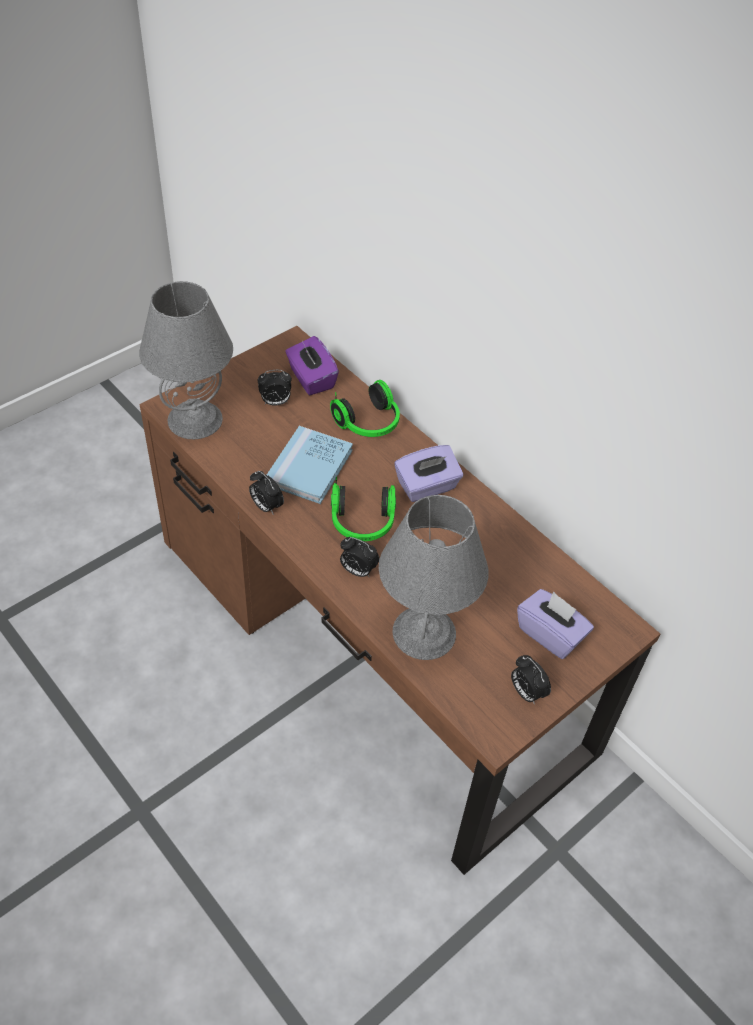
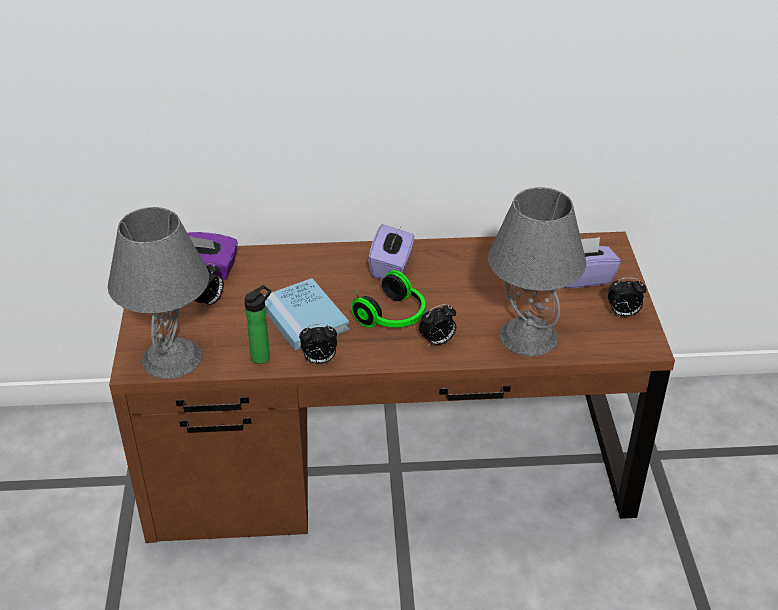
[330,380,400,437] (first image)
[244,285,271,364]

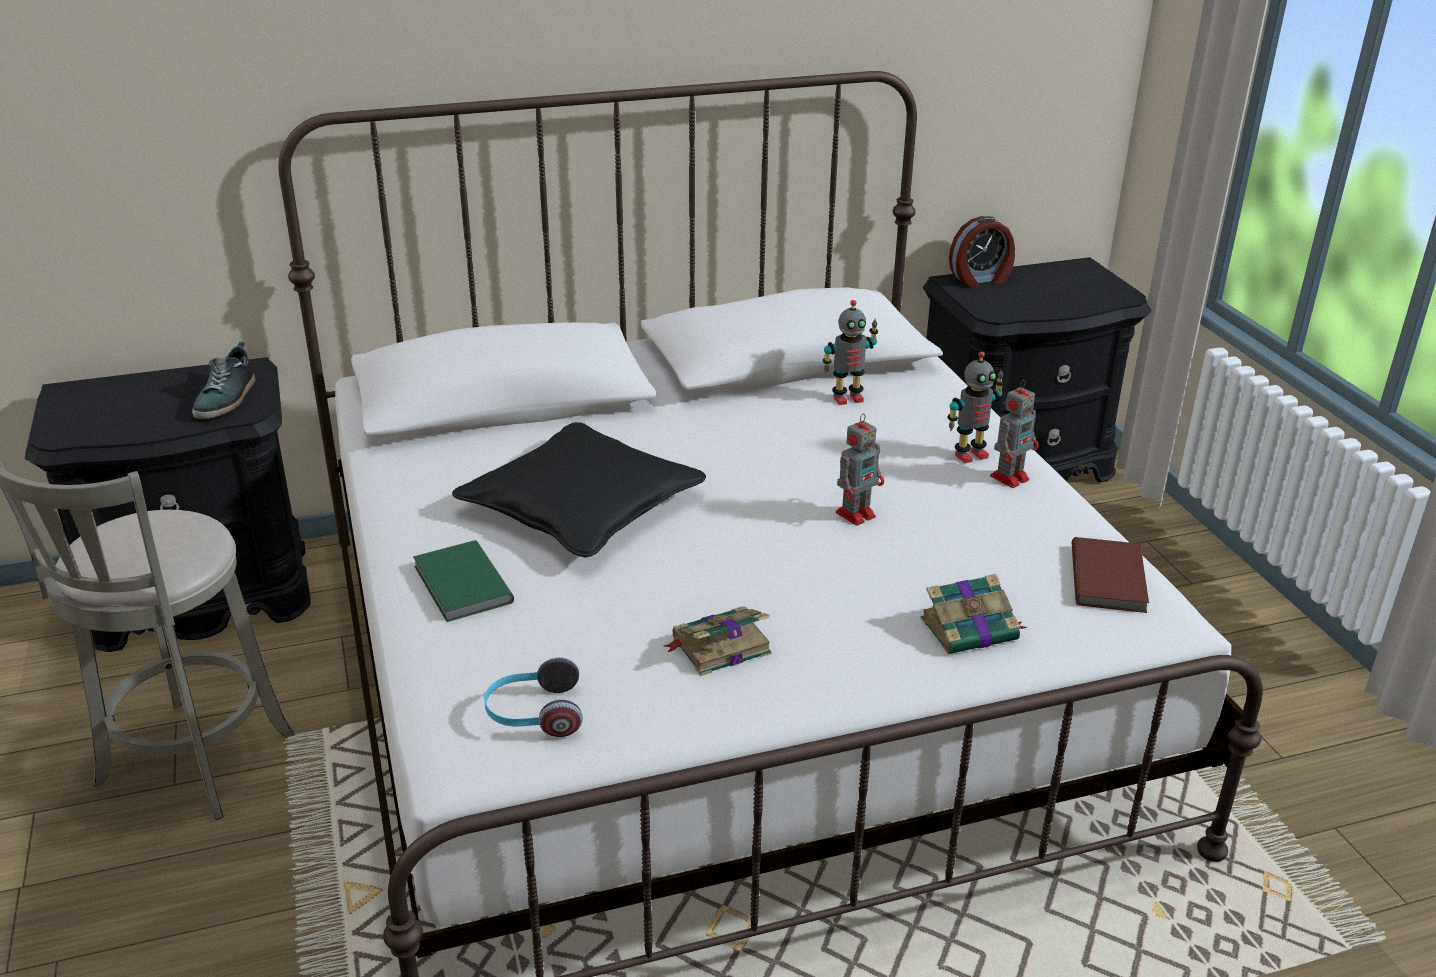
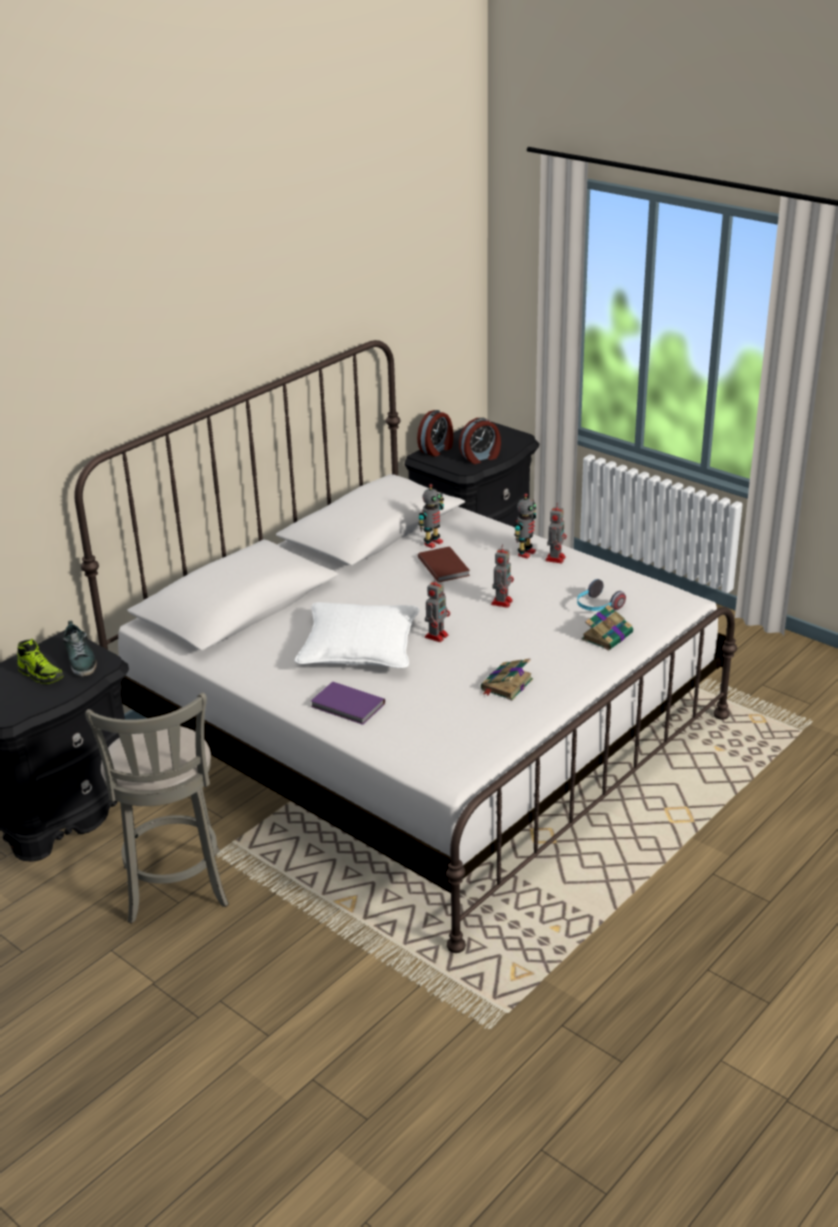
[311,682,385,725]
[295,602,419,668]
[577,579,626,611]
[418,546,470,582]
[17,639,64,684]
[425,578,450,642]
[459,418,501,464]

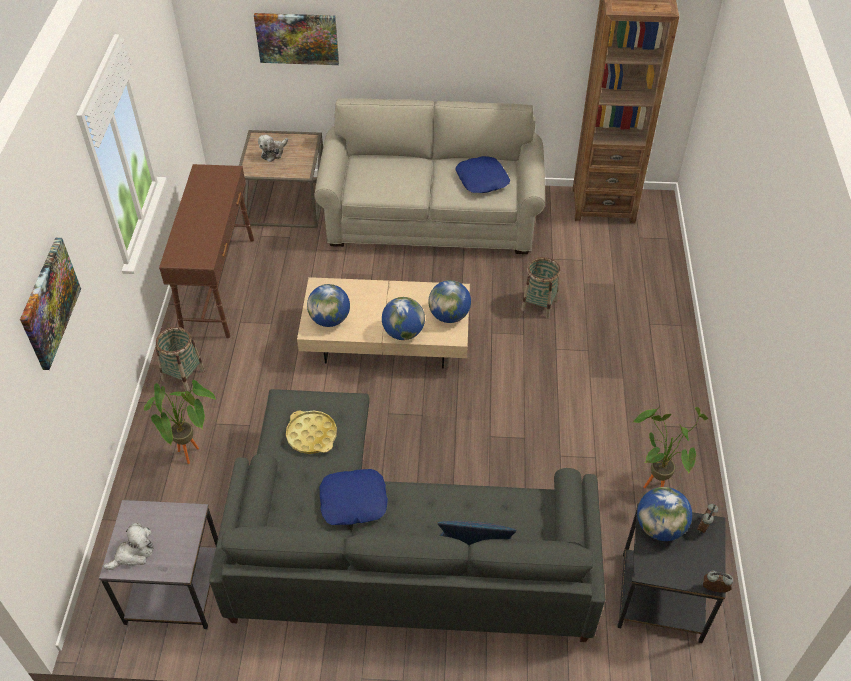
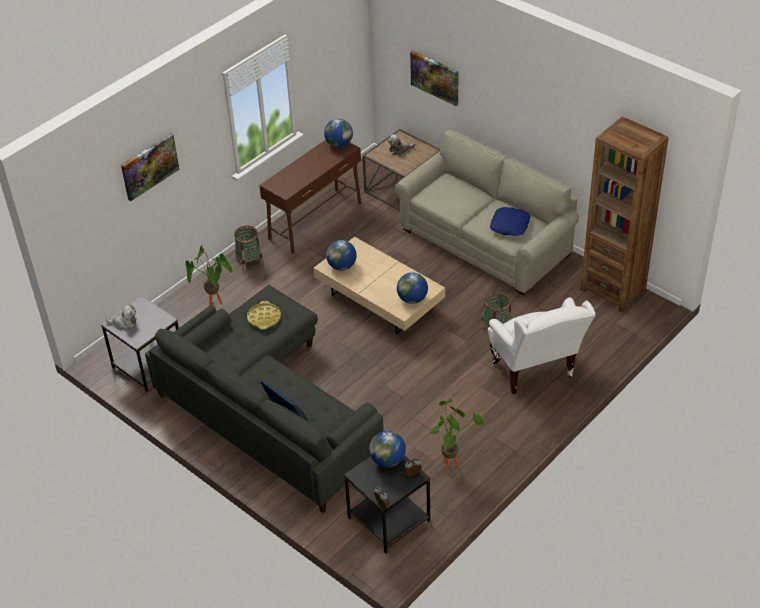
[319,469,388,525] (first image)
[324,119,353,148]
[488,297,595,394]

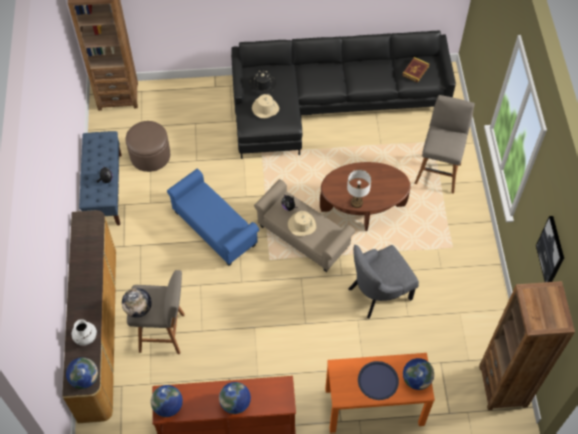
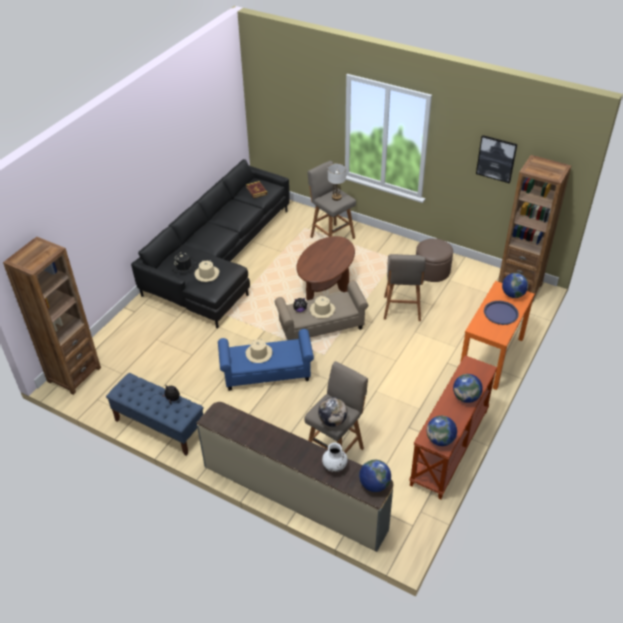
[197,402,393,552]
[416,238,453,282]
[328,163,346,201]
[384,254,425,321]
[246,339,272,363]

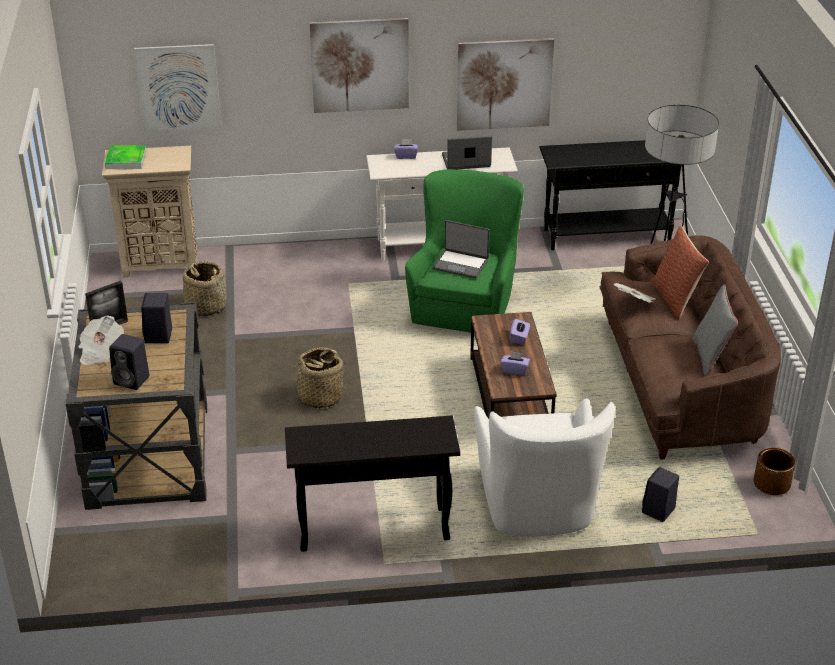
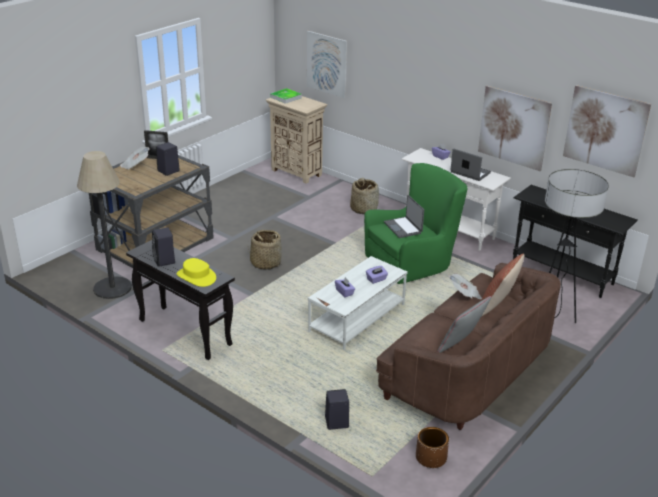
[152,228,175,267]
[350,178,379,215]
[563,85,651,177]
[308,256,408,350]
[474,398,615,537] (first image)
[77,151,132,299]
[177,258,216,287]

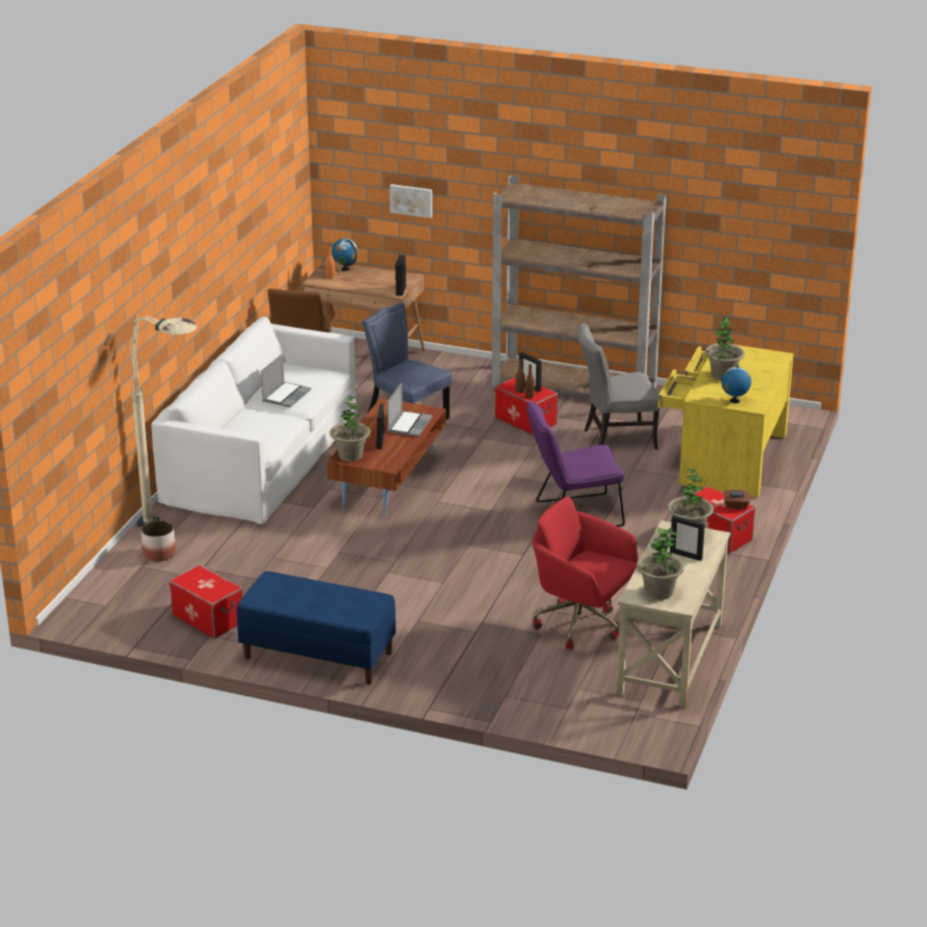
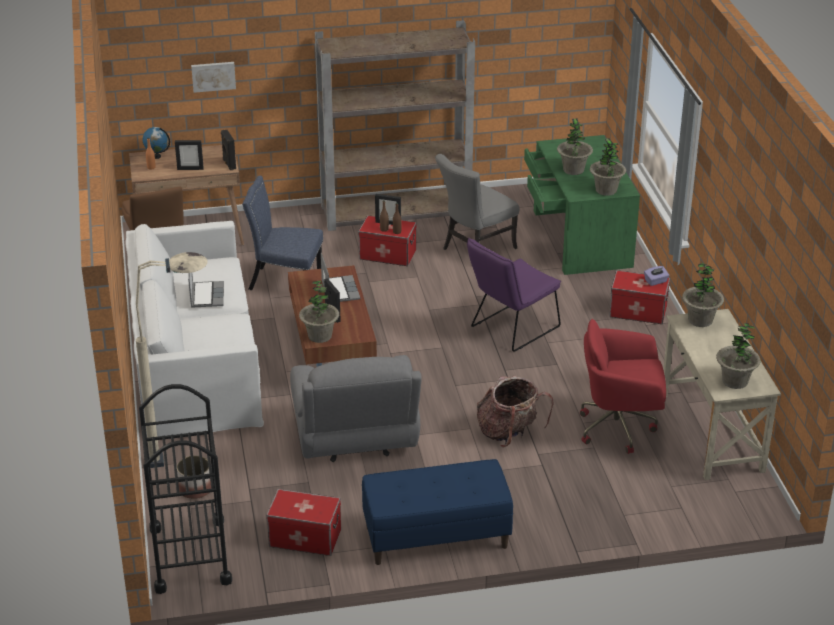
[524,135,640,275]
[175,140,204,170]
[590,138,626,196]
[644,266,669,286]
[139,384,232,594]
[290,355,422,462]
[477,376,553,447]

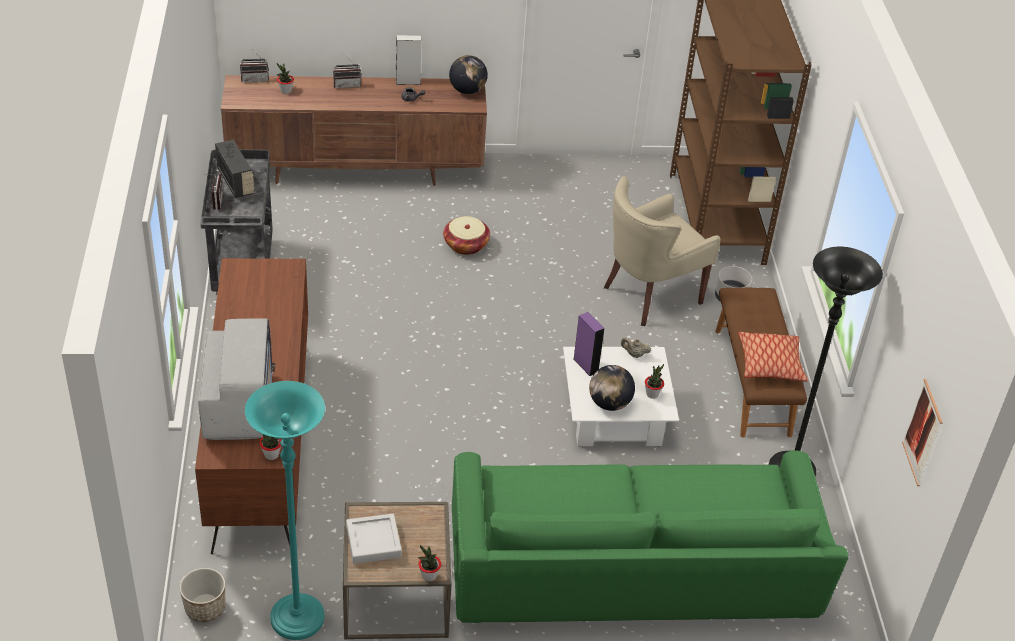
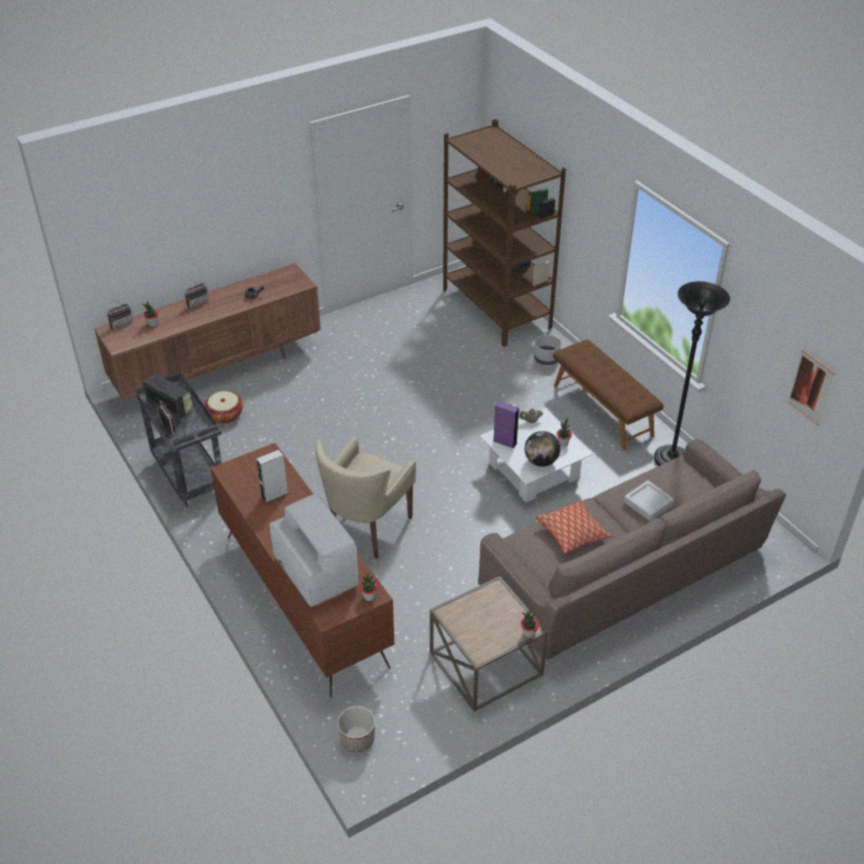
[245,381,325,640] (first image)
[624,480,674,521]
[256,450,289,503]
[204,391,243,423]
[449,55,488,94] (first image)
[478,439,786,659]
[316,437,416,559]
[536,500,612,555]

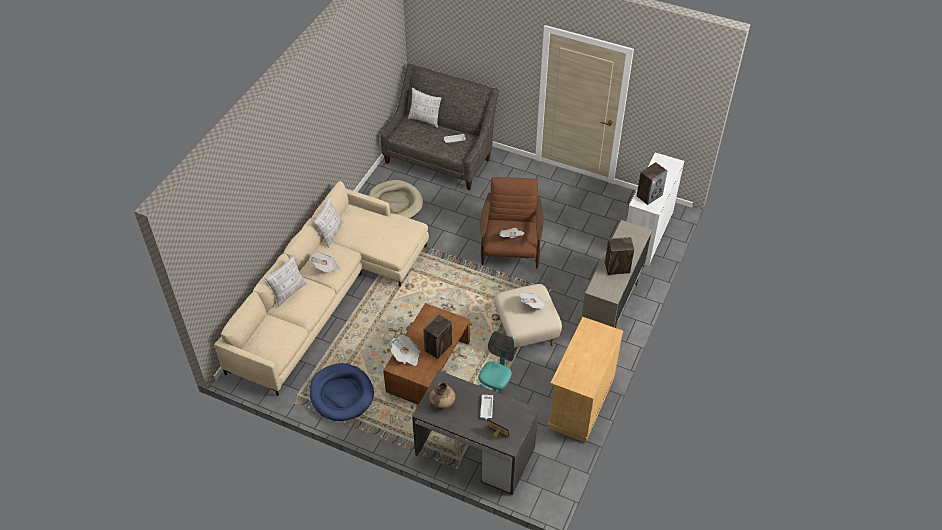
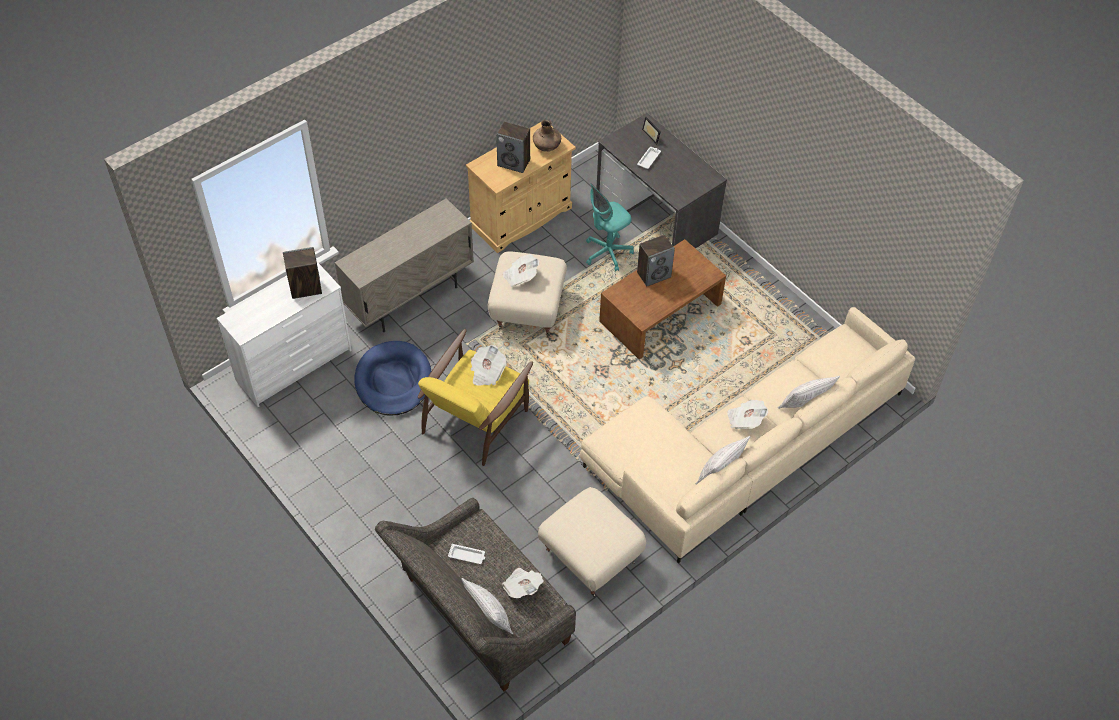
[354,341,431,416]
[538,487,646,597]
[502,568,544,598]
[533,119,561,152]
[418,329,533,466]
[496,121,530,173]

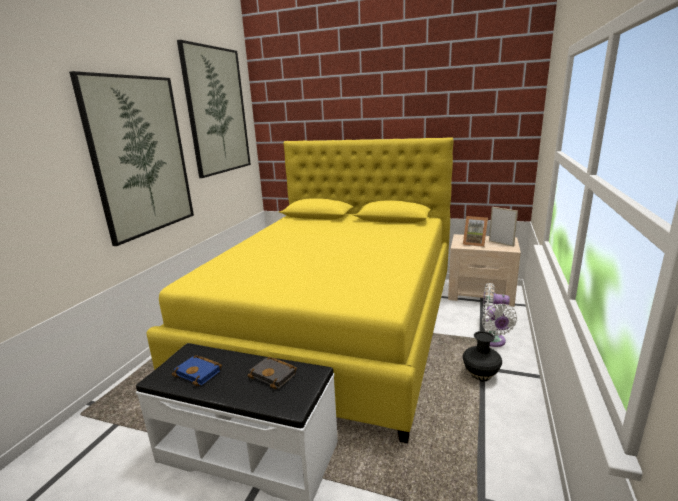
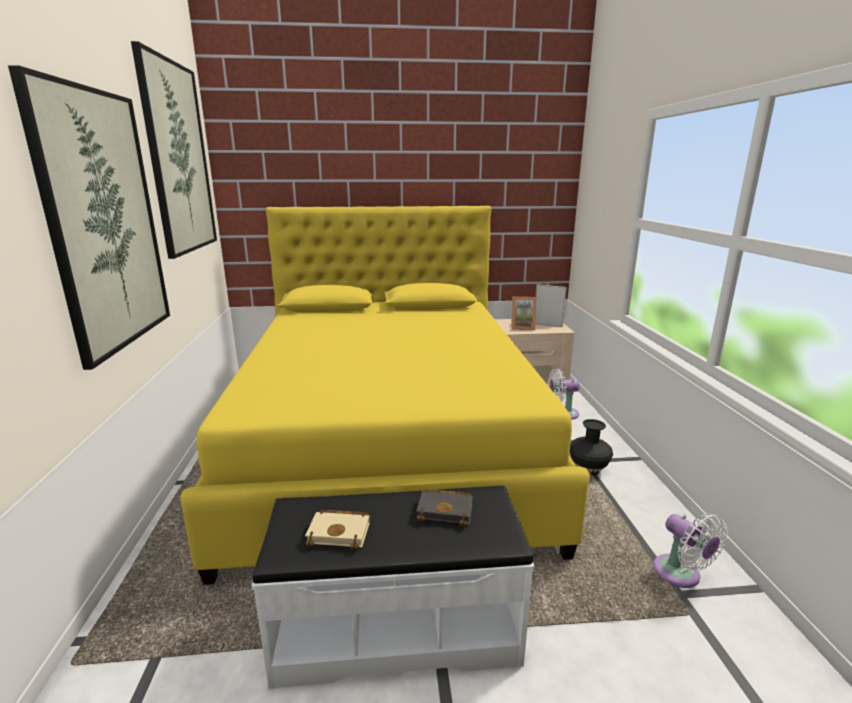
[305,510,370,549]
[653,514,728,588]

